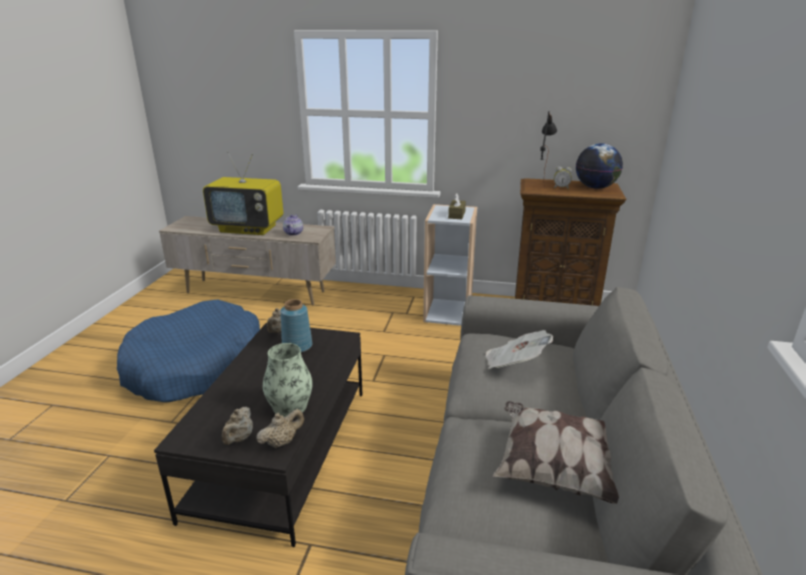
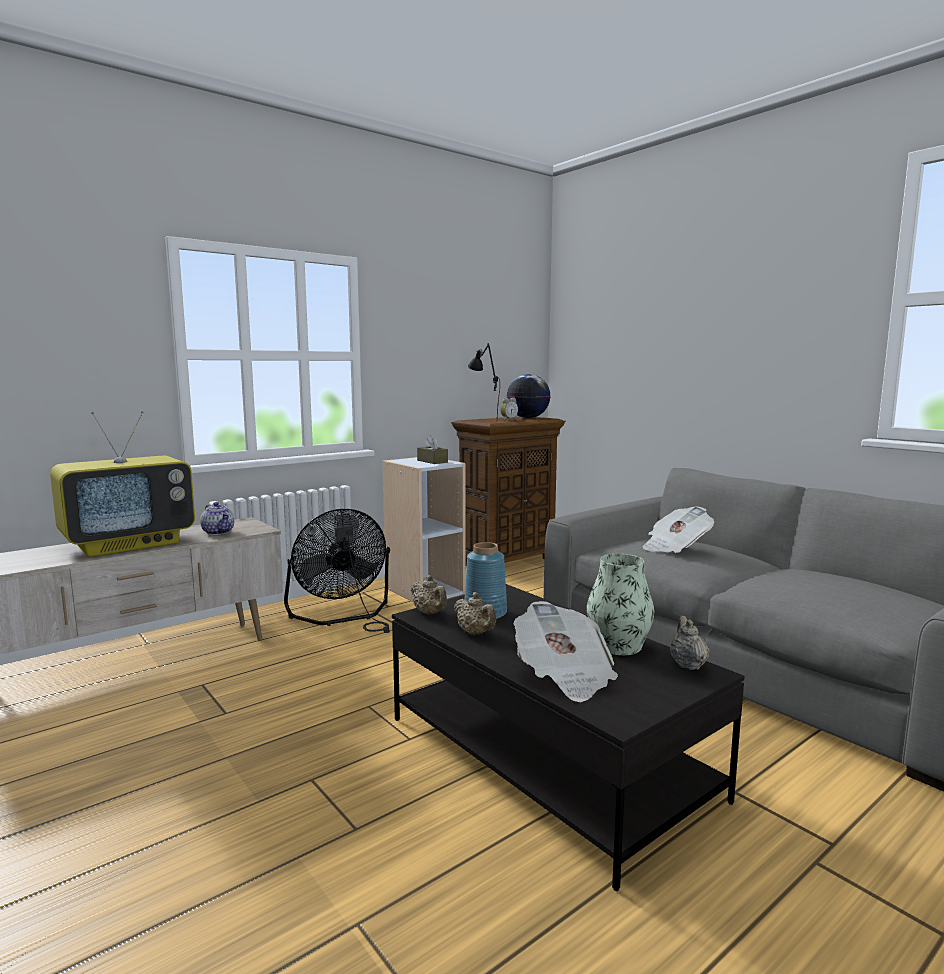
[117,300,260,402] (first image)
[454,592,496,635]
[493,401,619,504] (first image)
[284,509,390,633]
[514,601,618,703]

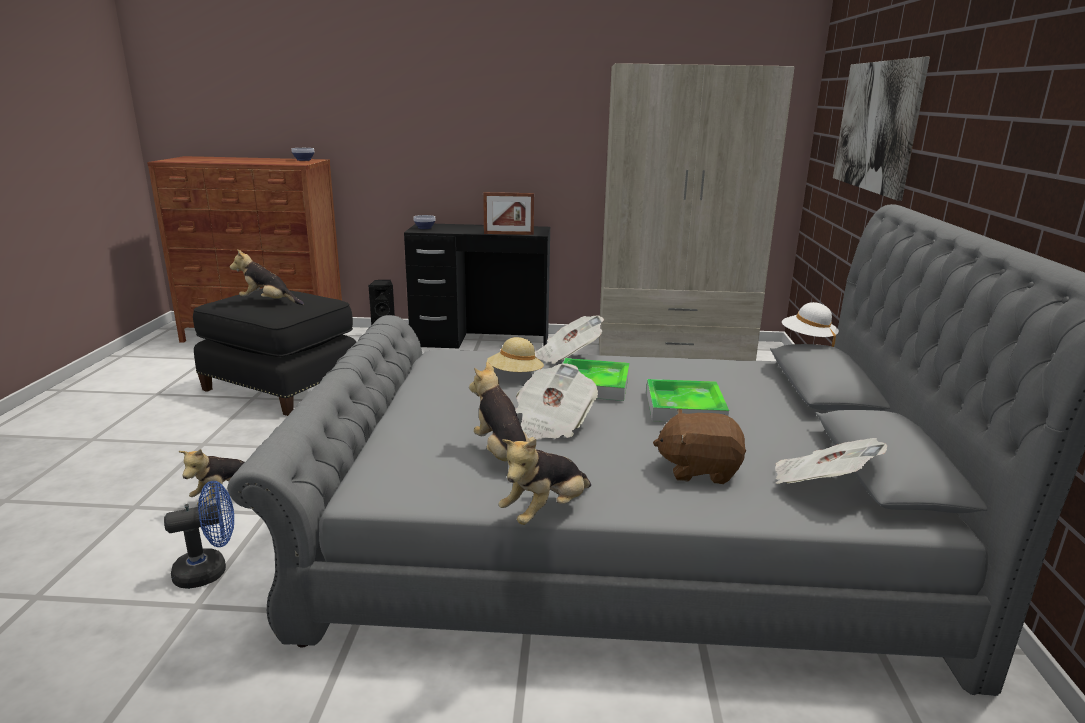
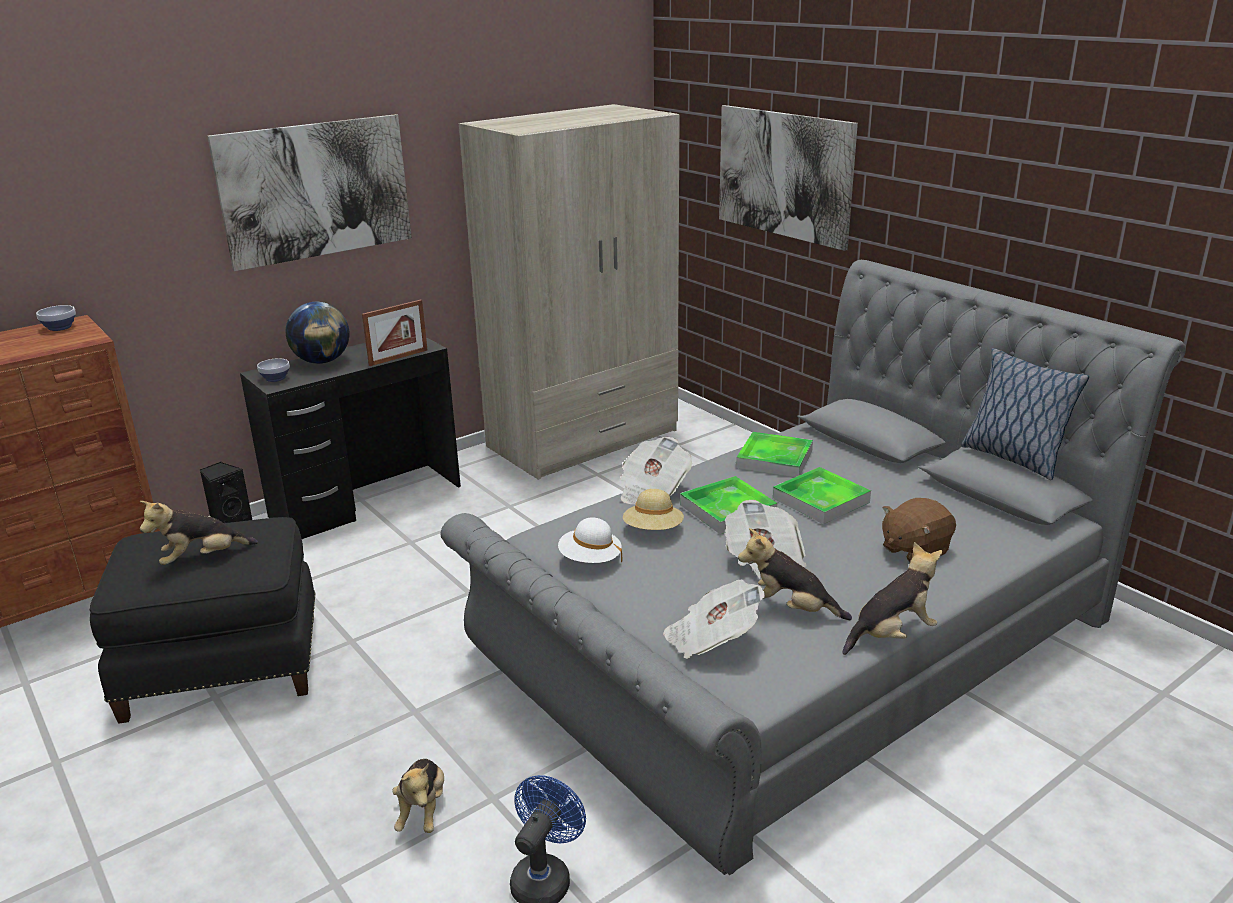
[843,542,942,655]
[663,579,765,659]
[558,517,622,563]
[207,114,412,271]
[286,302,350,364]
[736,432,813,477]
[961,348,1089,480]

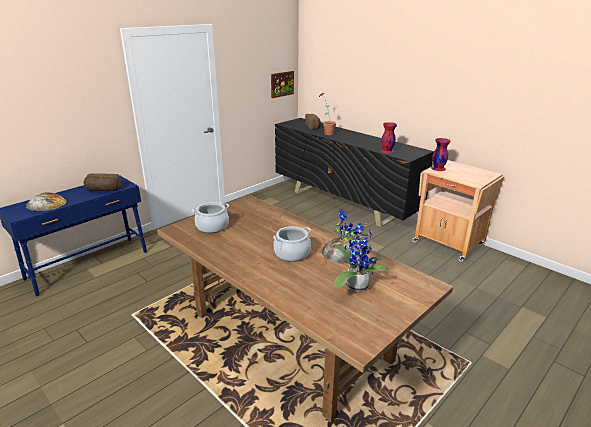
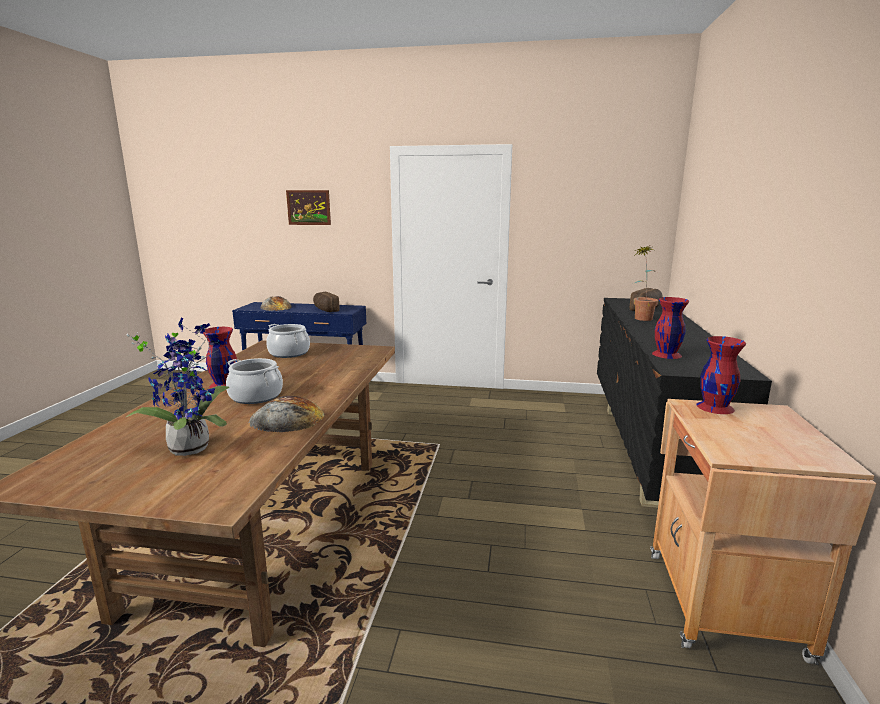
[286,190,331,225]
[203,327,237,388]

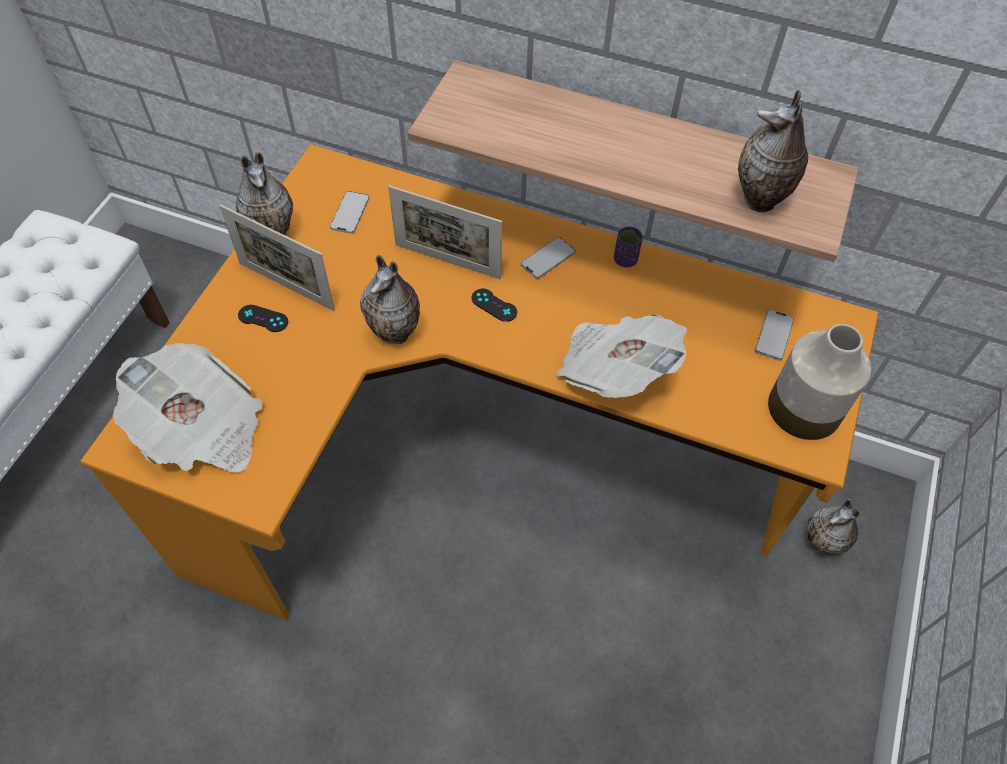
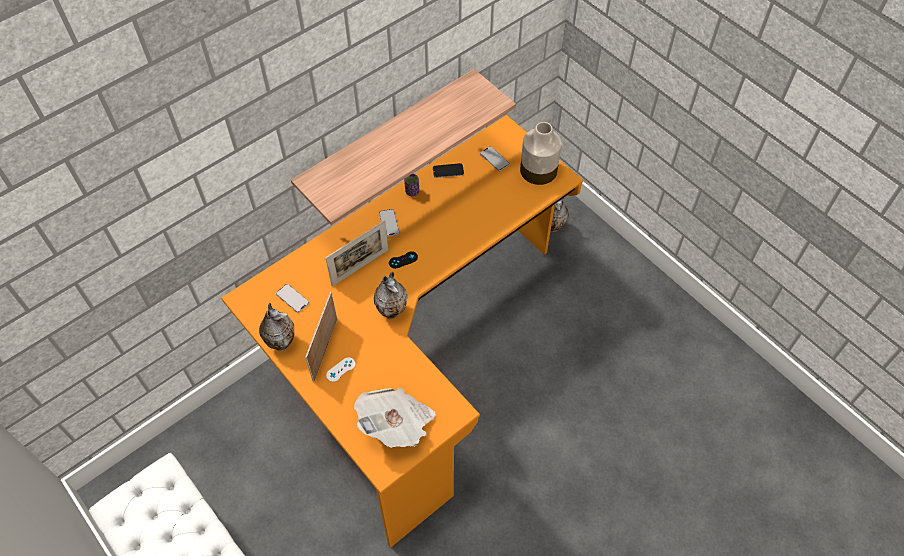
[305,292,337,382]
[326,357,355,382]
[556,315,687,398] (first image)
[738,90,808,212] (first image)
[433,163,464,178]

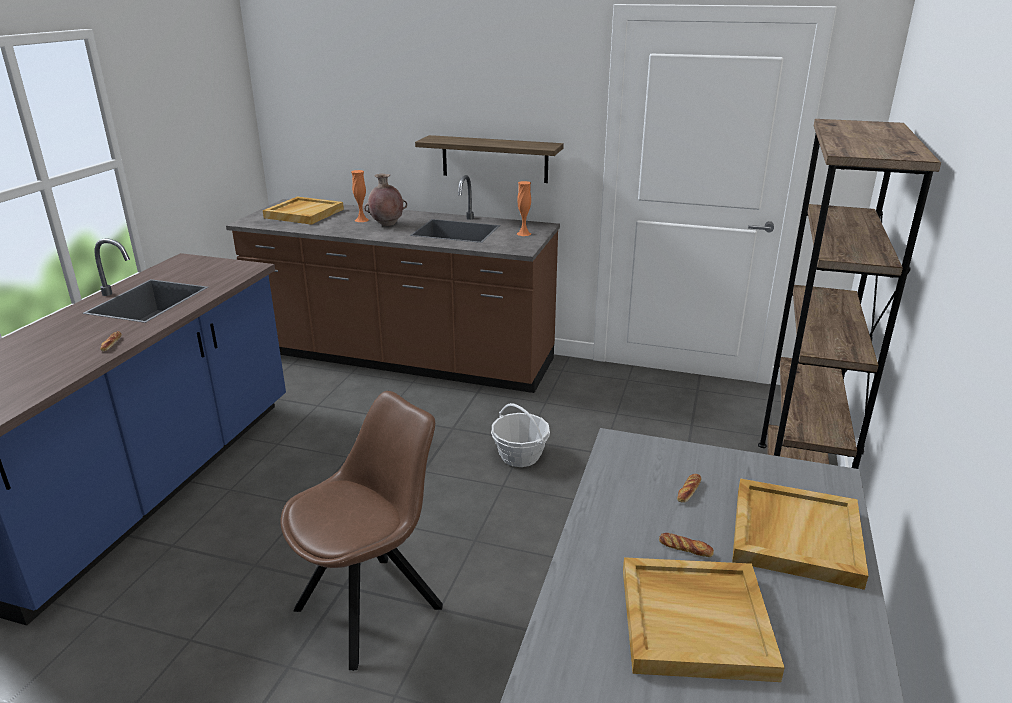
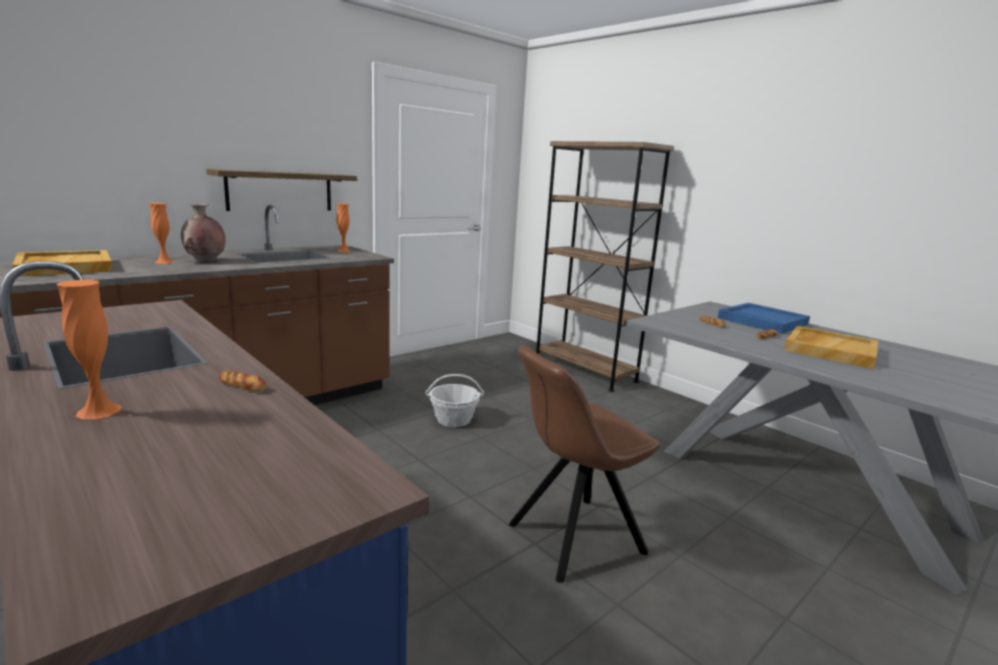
[509,345,661,583]
[718,303,810,334]
[57,280,122,419]

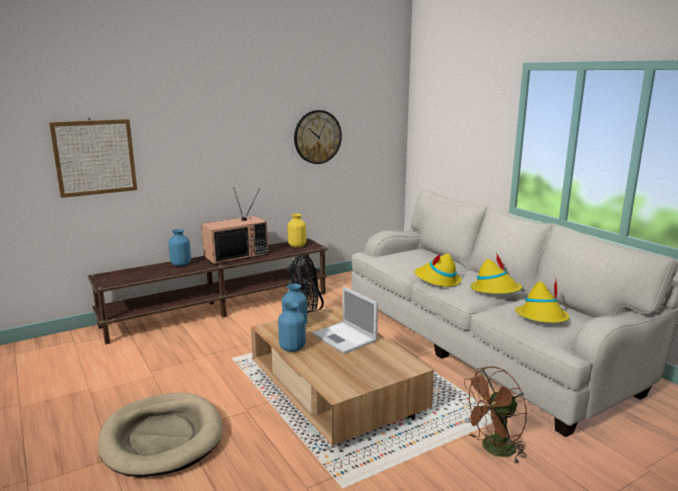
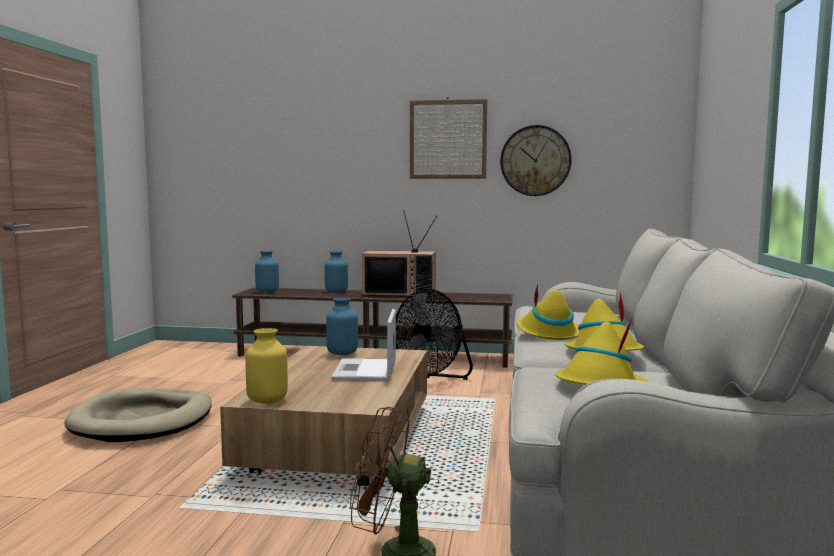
[410,97,487,179]
[255,251,279,292]
[245,328,288,404]

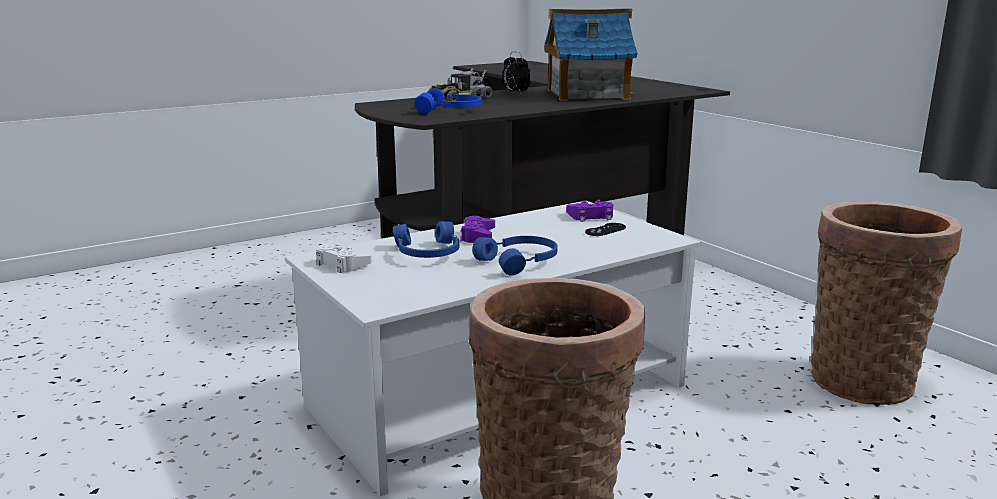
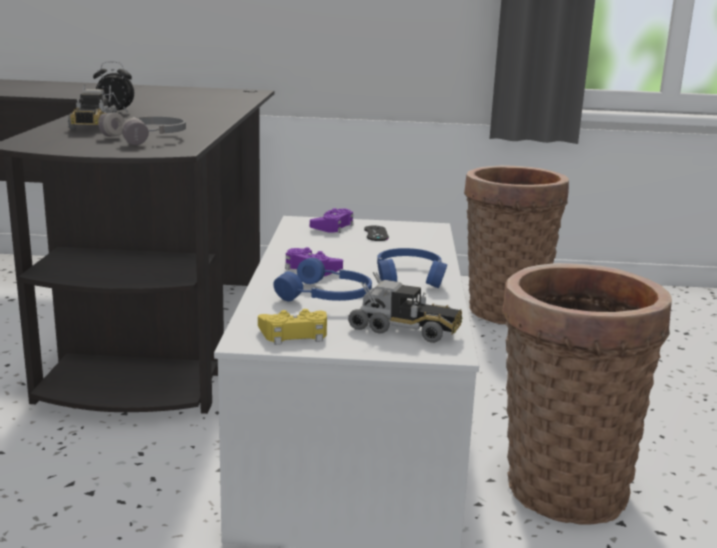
[258,309,327,345]
[98,112,186,145]
[544,8,638,101] (first image)
[348,272,462,343]

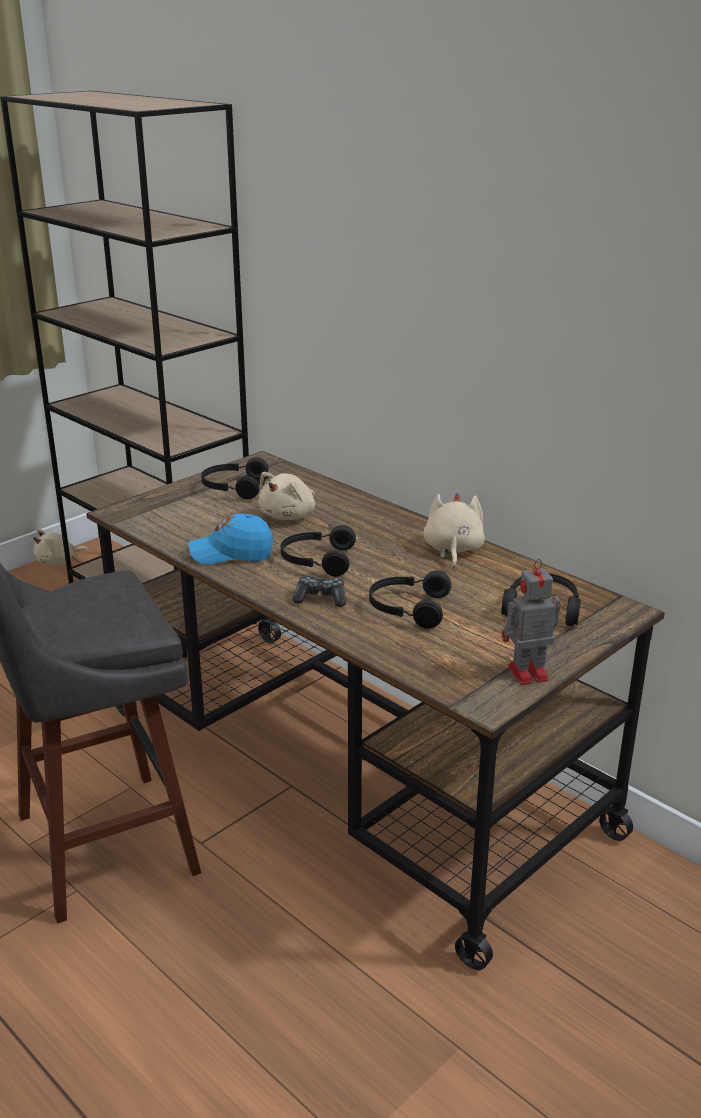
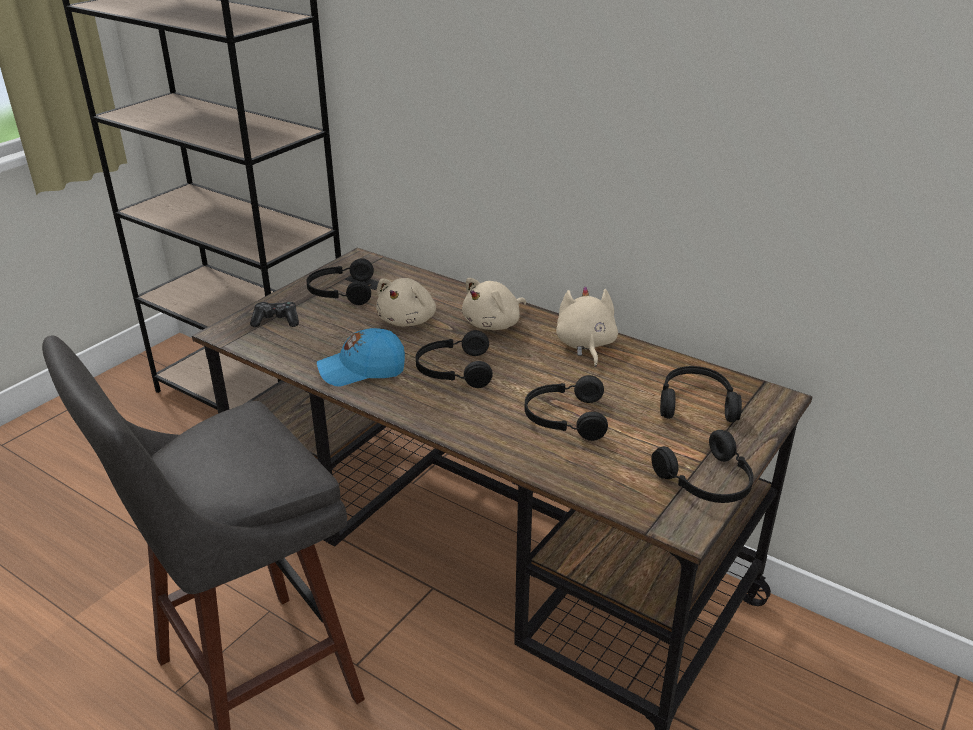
[462,278,526,330]
[250,302,299,327]
[651,430,754,503]

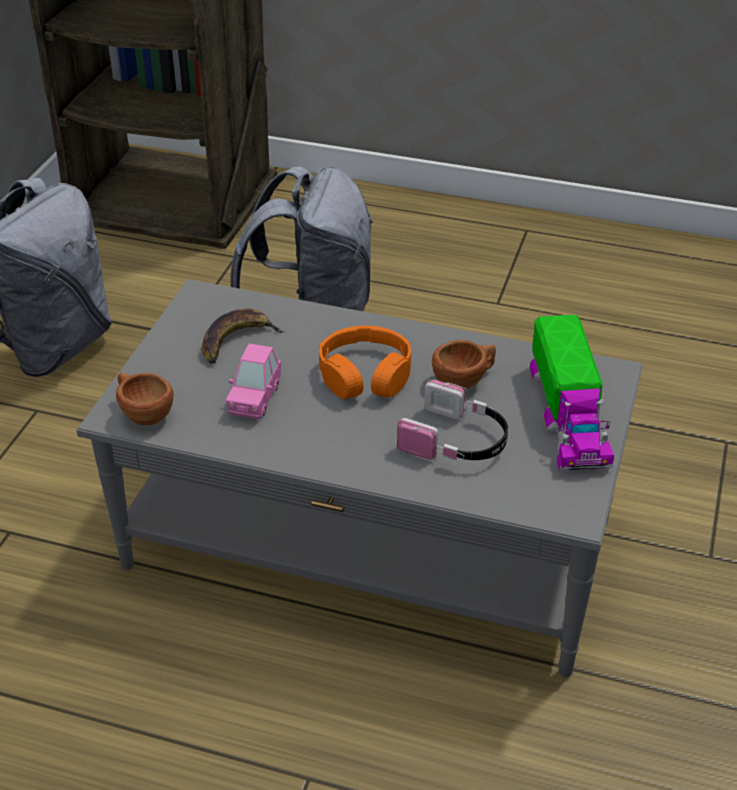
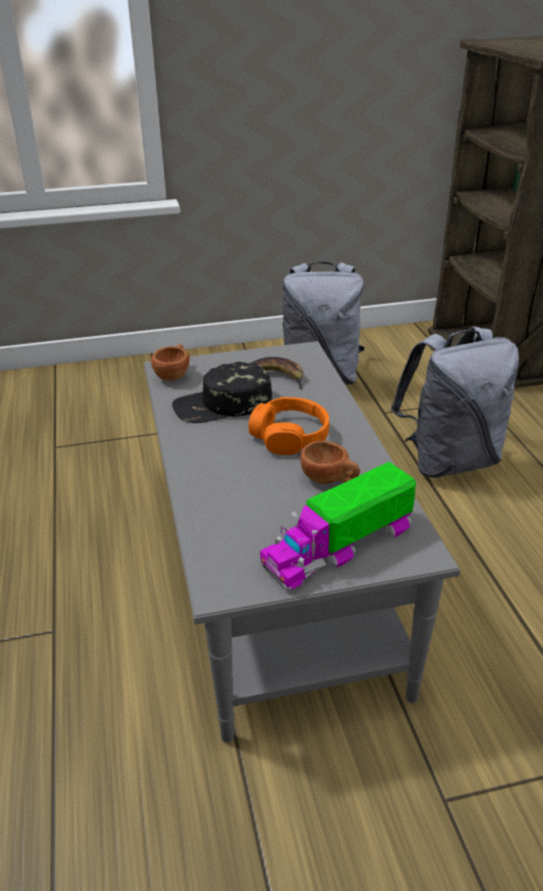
[172,362,272,423]
[397,380,508,462] (first image)

